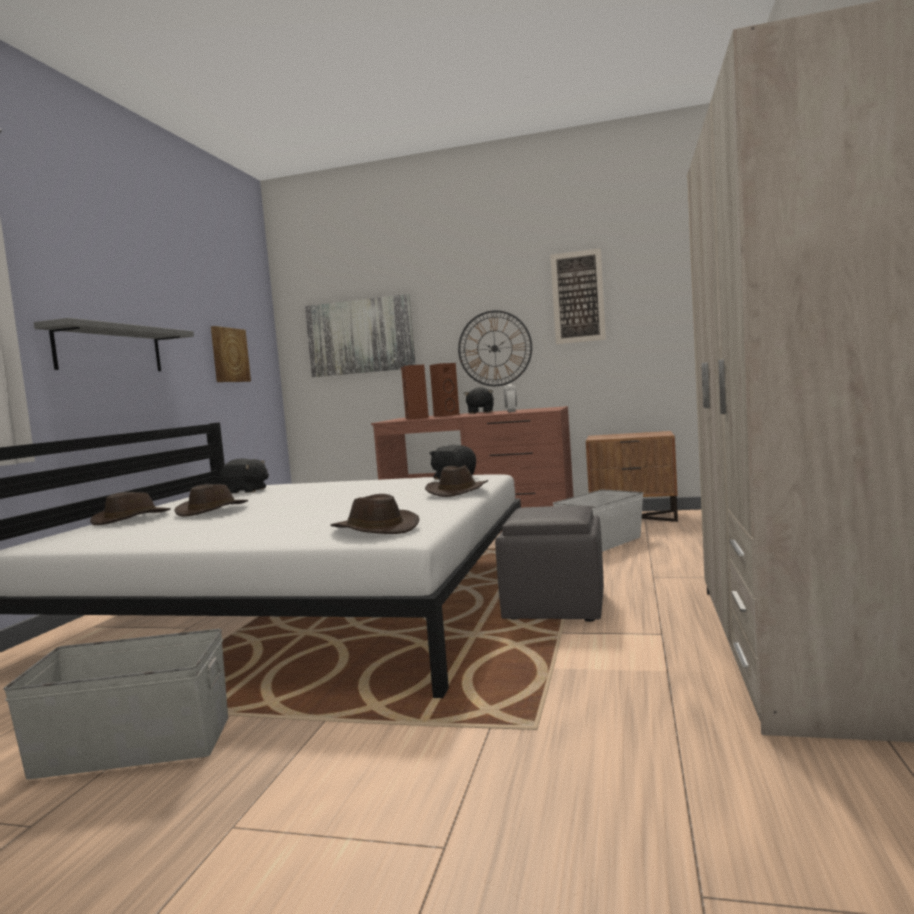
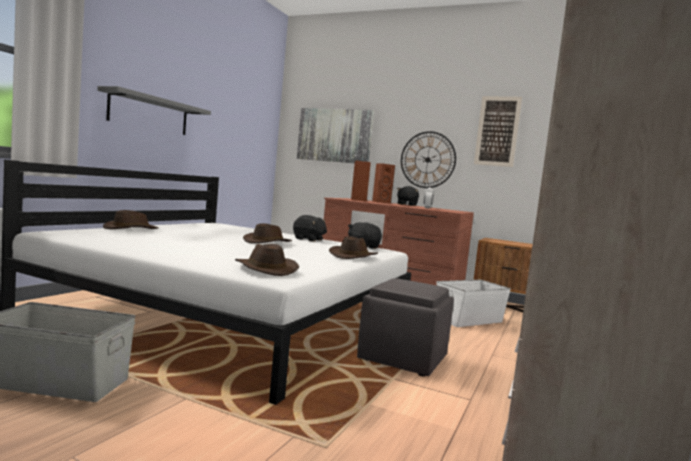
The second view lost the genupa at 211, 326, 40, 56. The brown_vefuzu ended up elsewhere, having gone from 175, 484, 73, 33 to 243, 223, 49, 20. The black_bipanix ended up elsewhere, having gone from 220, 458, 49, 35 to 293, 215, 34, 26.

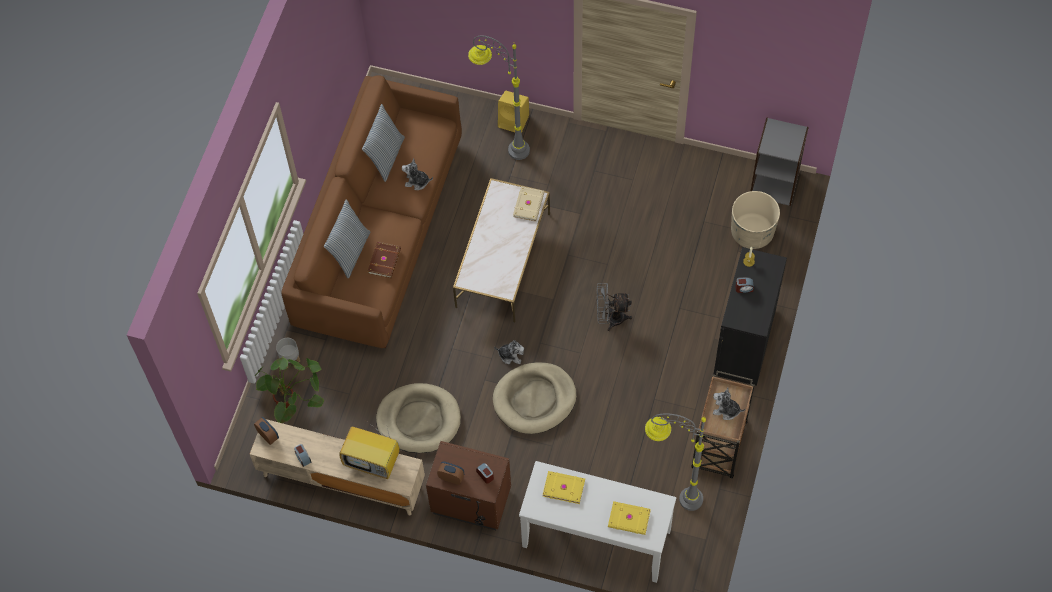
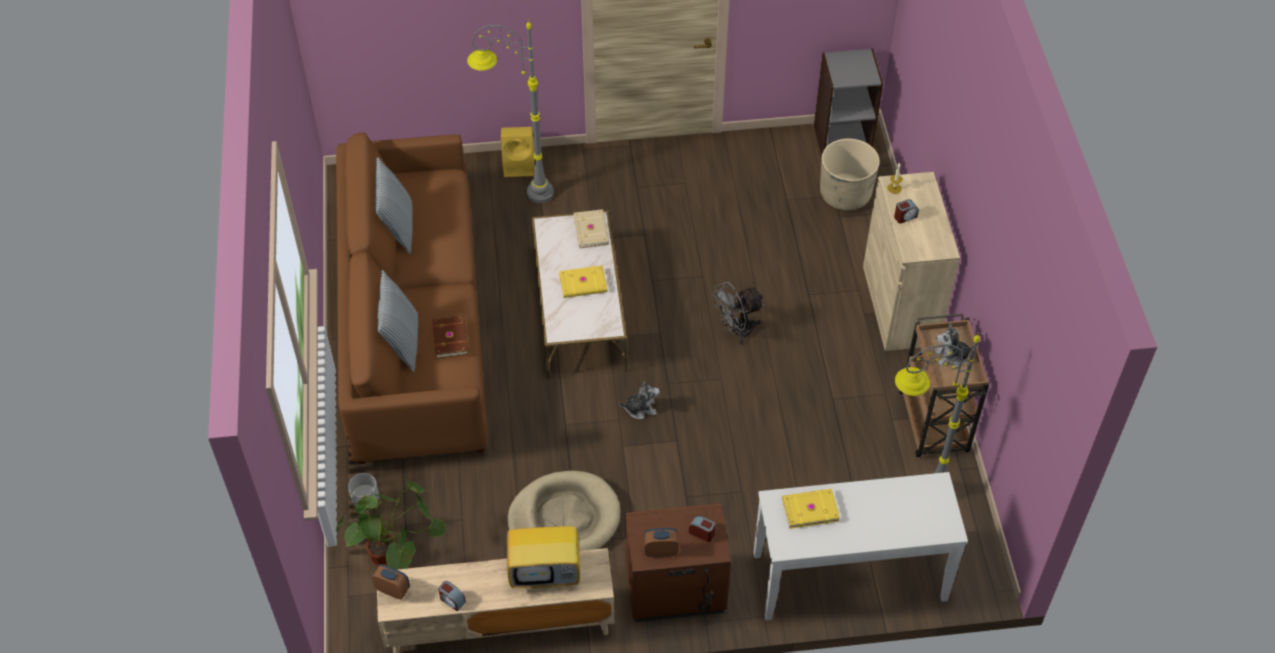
The second view lost the bipanix at 402, 158, 31, 32. The second view lost the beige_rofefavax at 493, 362, 84, 72. The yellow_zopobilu ended up elsewhere, having gone from 608, 501, 43, 34 to 559, 265, 48, 33. What was the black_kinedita at 714, 247, 73, 139 turned into the beige_kinedita at 863, 172, 97, 179.

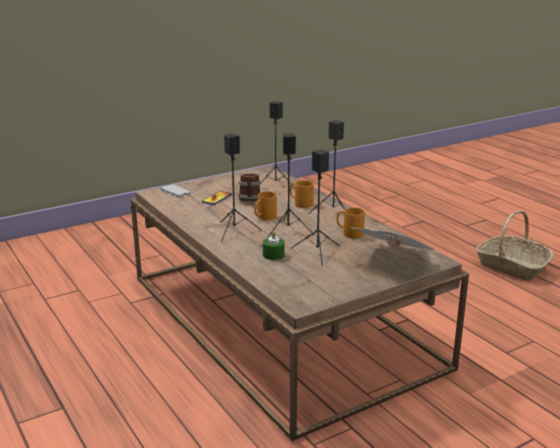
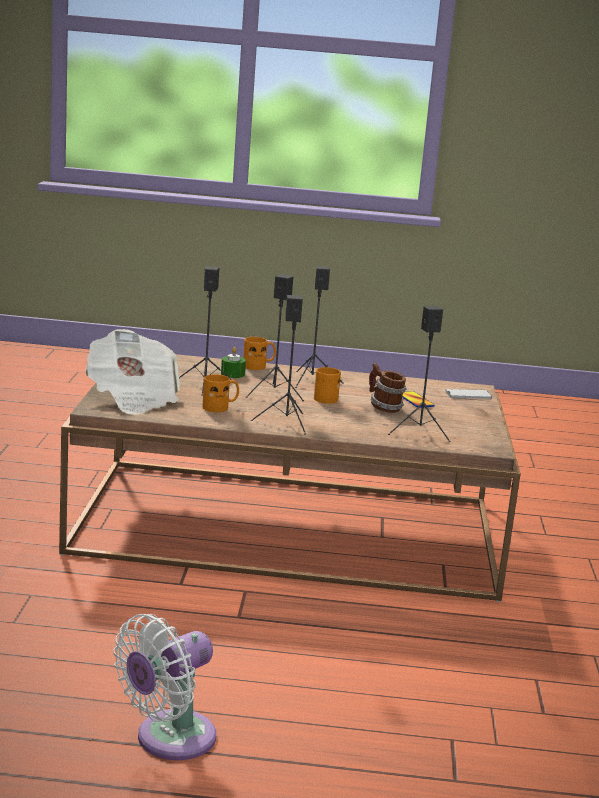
The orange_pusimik ended up elsewhere, having gone from 290, 180, 24, 28 to 243, 337, 33, 33. Where the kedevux stood at 476, 210, 77, 71, the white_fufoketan came to stand at 113, 614, 103, 146.

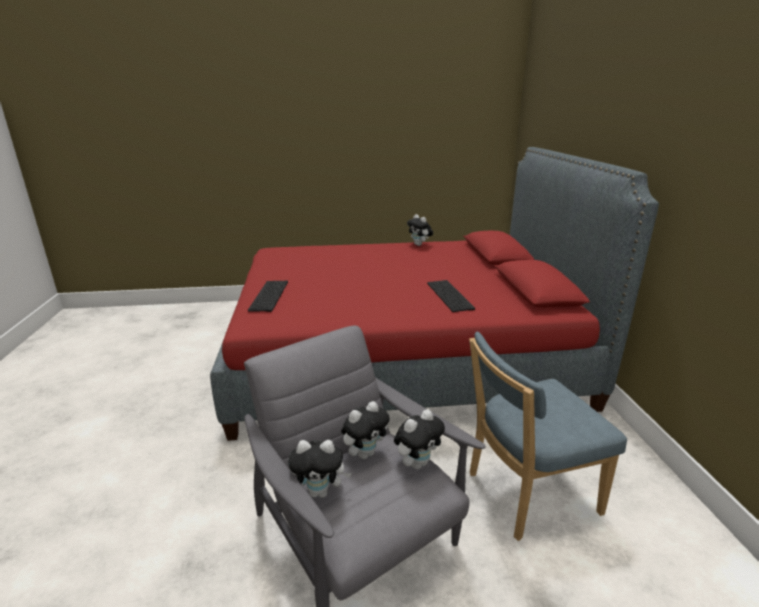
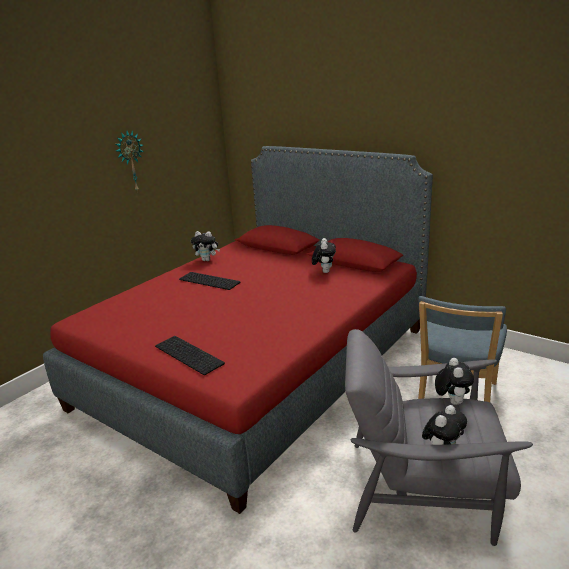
The second view gained the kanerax at 116, 130, 27, 63. The bipanix ended up elsewhere, having gone from 341, 401, 49, 58 to 312, 238, 24, 35. The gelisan ended up elsewhere, having gone from 427, 280, 48, 32 to 179, 272, 61, 18.

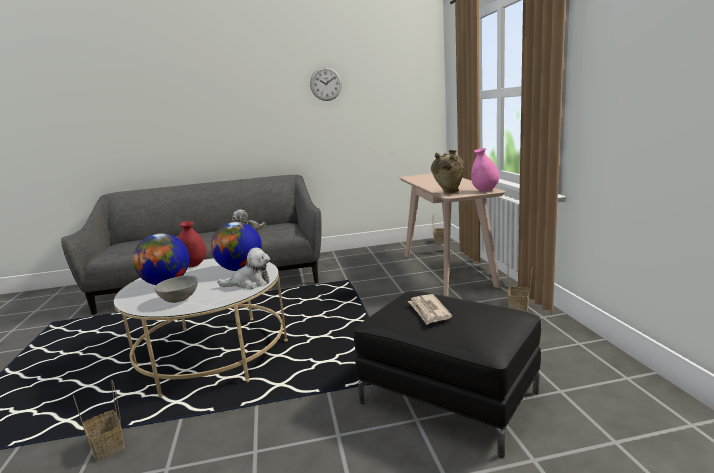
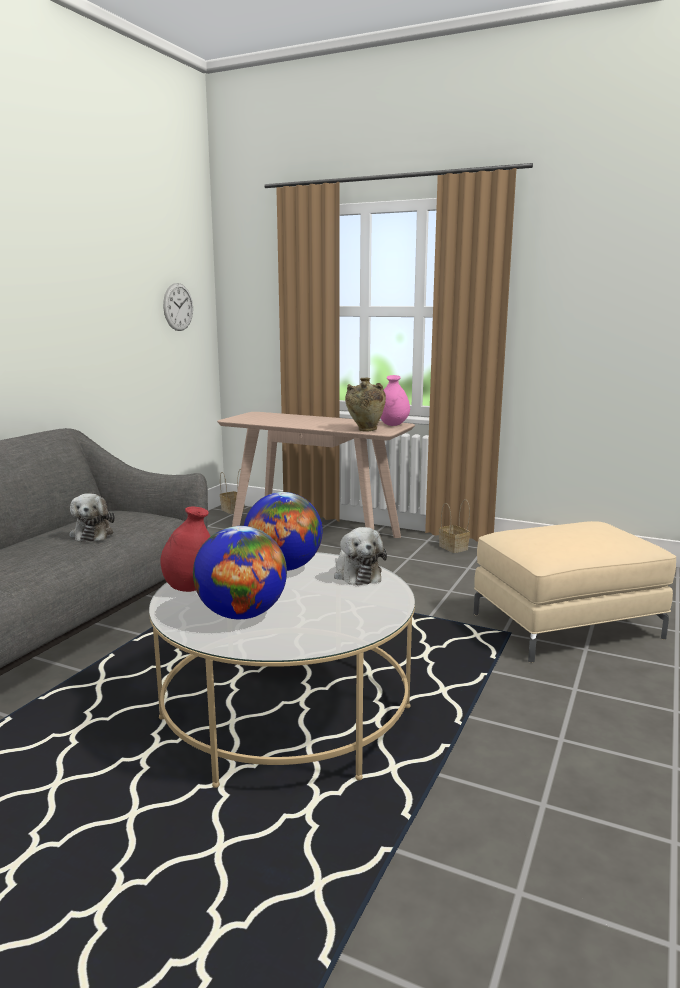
The second view lost the kedevux at 73, 381, 52, 80. The second view lost the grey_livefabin at 155, 275, 43, 28. The second view lost the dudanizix at 408, 294, 44, 31. The kanerax ended up elsewhere, having gone from 310, 67, 32, 34 to 163, 283, 30, 48. What was the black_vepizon at 354, 291, 187, 167 turned into the beige_vepizon at 473, 521, 203, 142. The bipanix at 217, 248, 53, 41 ended up facing another way, 135 degrees clockwise from before.

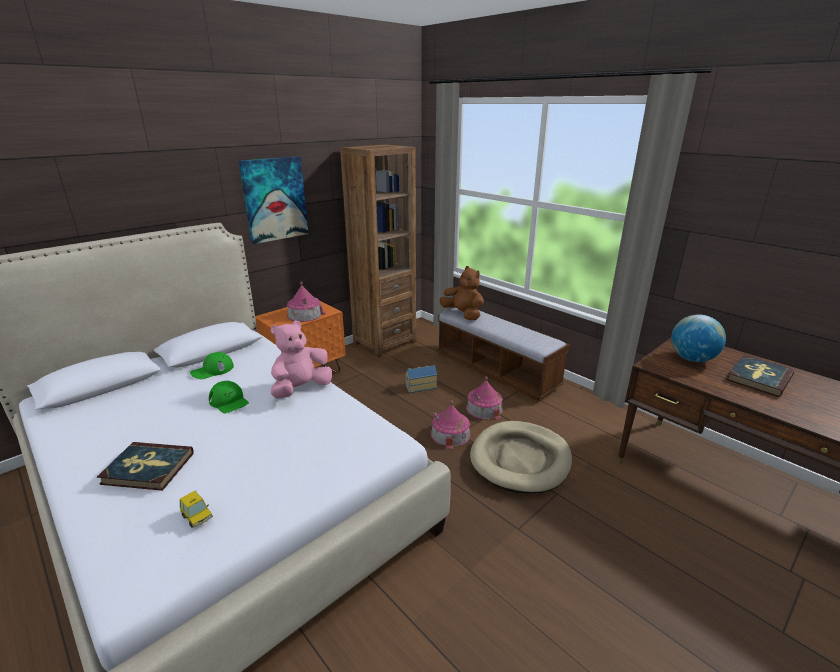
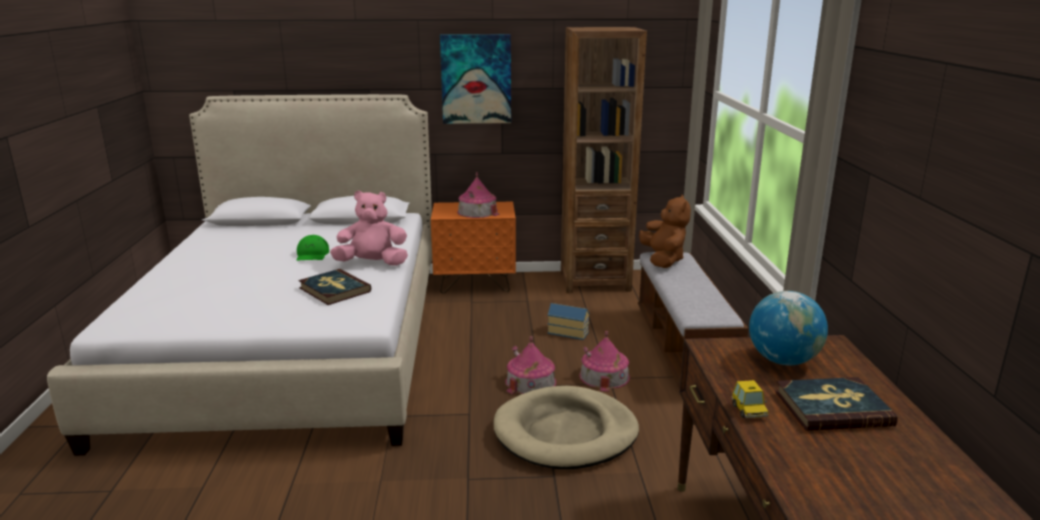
The second view lost the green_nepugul at 190, 352, 44, 27. The zopobilu ended up elsewhere, having gone from 97, 442, 97, 49 to 298, 269, 73, 36. The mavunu ended up elsewhere, having gone from 180, 491, 33, 37 to 731, 380, 38, 38.

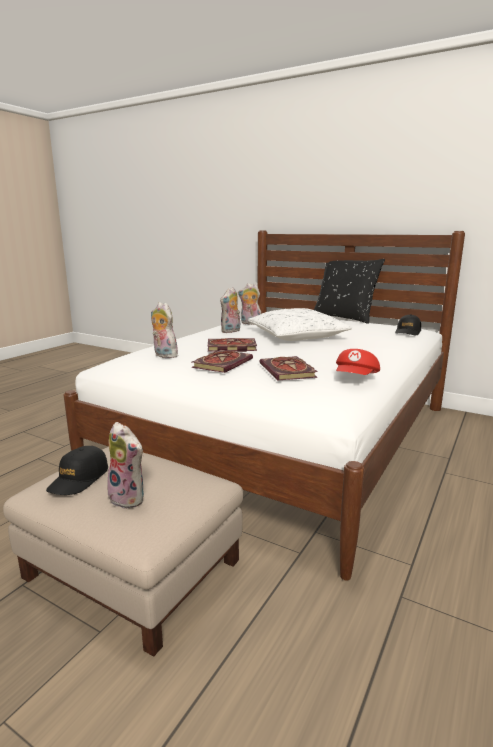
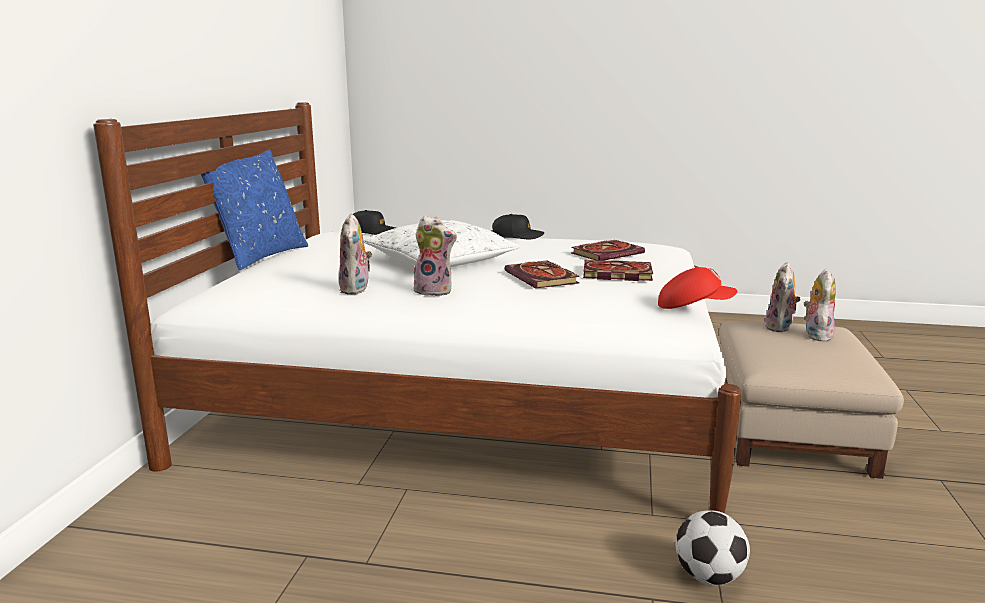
The second view gained the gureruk at 676, 510, 74, 75. The black_nepugul ended up elsewhere, having gone from 46, 446, 62, 49 to 492, 214, 52, 25. The bipanix ended up elsewhere, having gone from 151, 302, 30, 56 to 765, 262, 36, 70. The red_nepugul ended up elsewhere, having gone from 336, 349, 44, 26 to 658, 267, 80, 42. What was the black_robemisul at 314, 259, 71, 65 turned into the blue_robemisul at 201, 149, 107, 121.

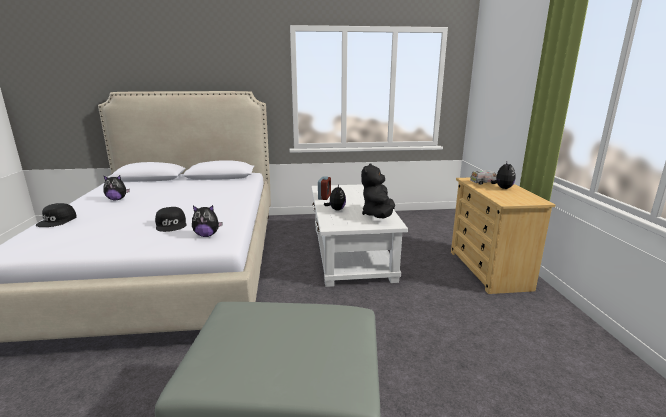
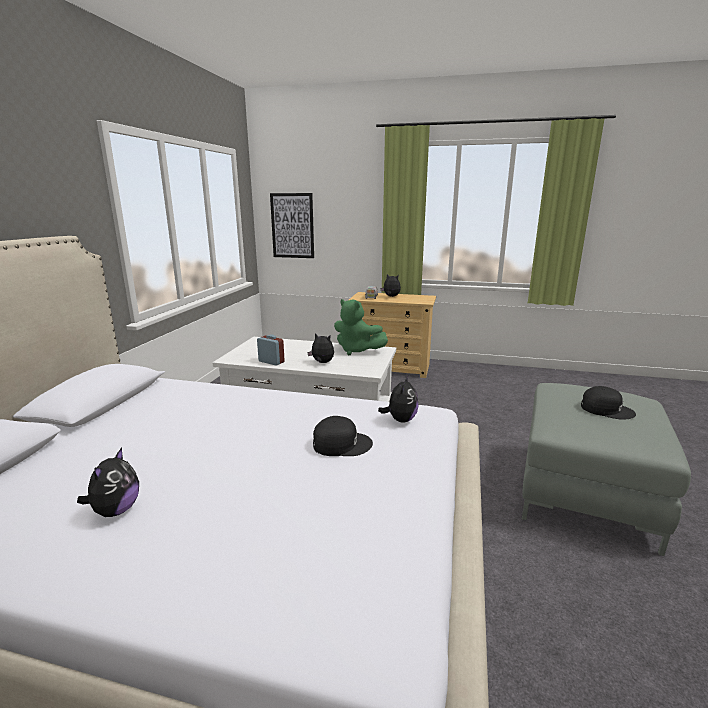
The second view gained the genupa at 270, 193, 44, 65. The black_nepugul ended up elsewhere, having gone from 36, 203, 41, 24 to 581, 386, 55, 34. What was the black_bipanix at 361, 163, 34, 55 turned into the green_bipanix at 334, 299, 54, 56.

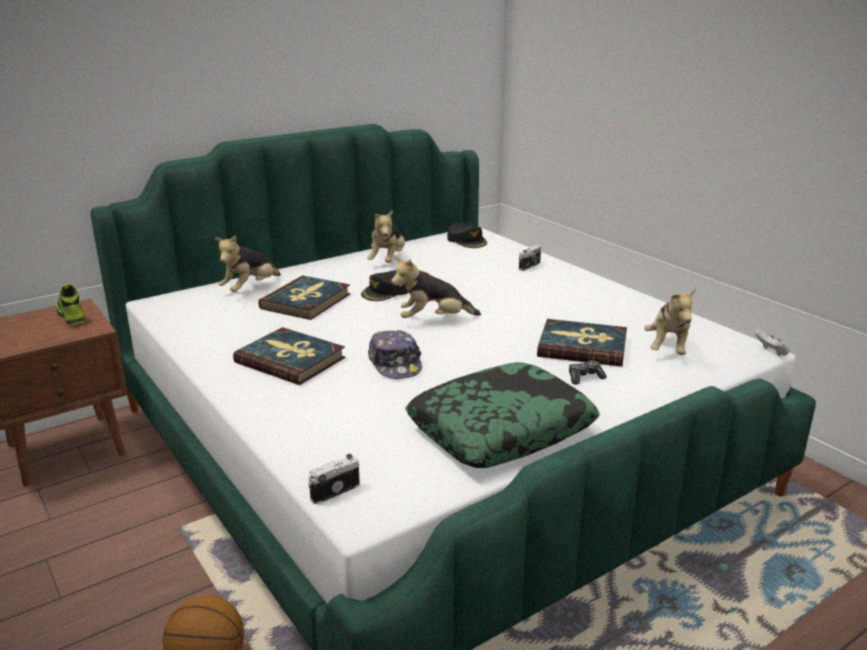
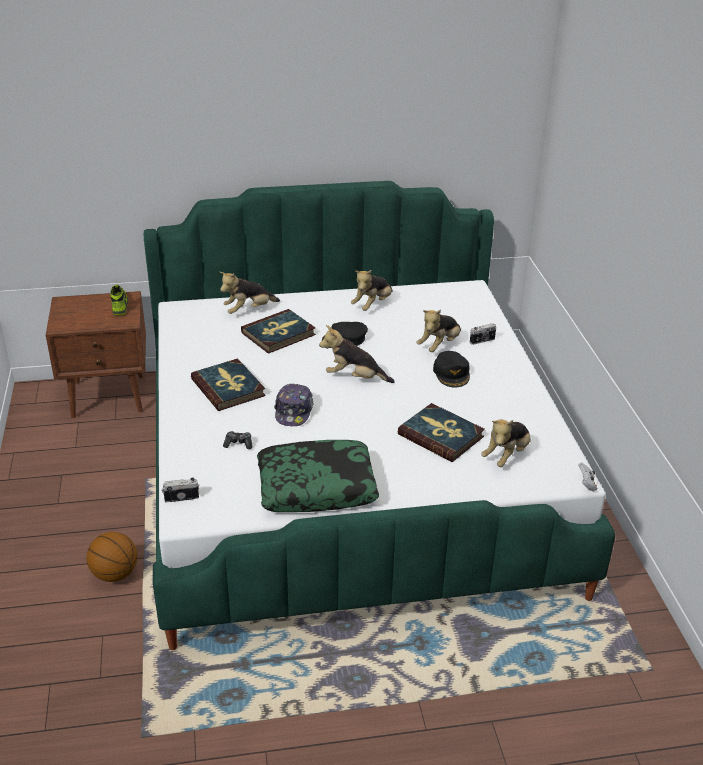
The second view gained the bipanix at 416, 309, 45, 43. The black_nepugul ended up elsewhere, having gone from 447, 223, 40, 25 to 433, 351, 37, 37. The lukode ended up elsewhere, having gone from 569, 361, 38, 24 to 223, 431, 29, 18.

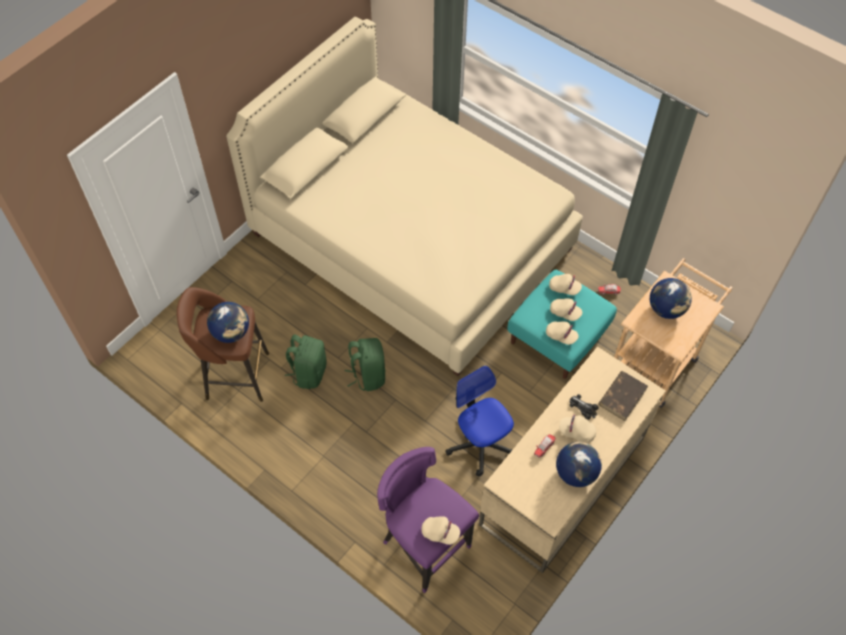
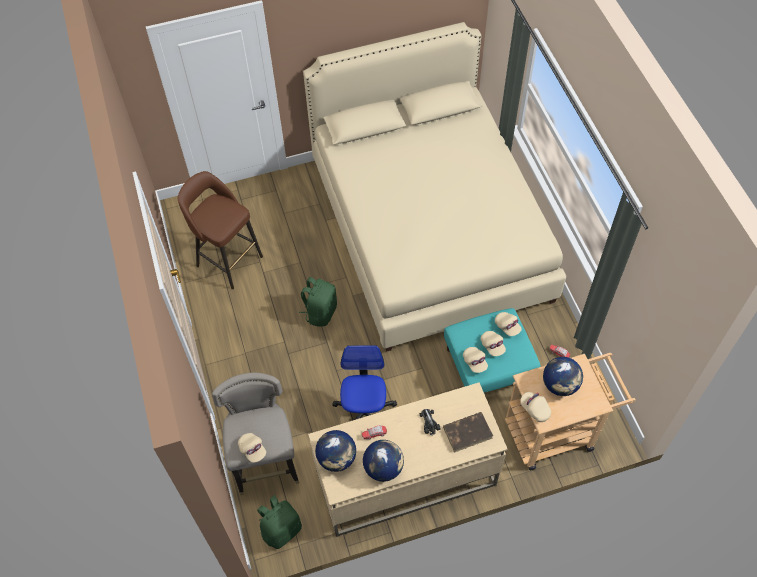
The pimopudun ended up elsewhere, having gone from 207, 302, 42, 41 to 315, 430, 41, 42. The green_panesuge ended up elsewhere, having gone from 285, 335, 42, 54 to 257, 495, 45, 54. The beige_nepugul ended up elsewhere, having gone from 559, 414, 37, 28 to 520, 392, 31, 30. What was the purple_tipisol at 377, 447, 102, 146 turned into the grey_tipisol at 212, 373, 87, 122.

